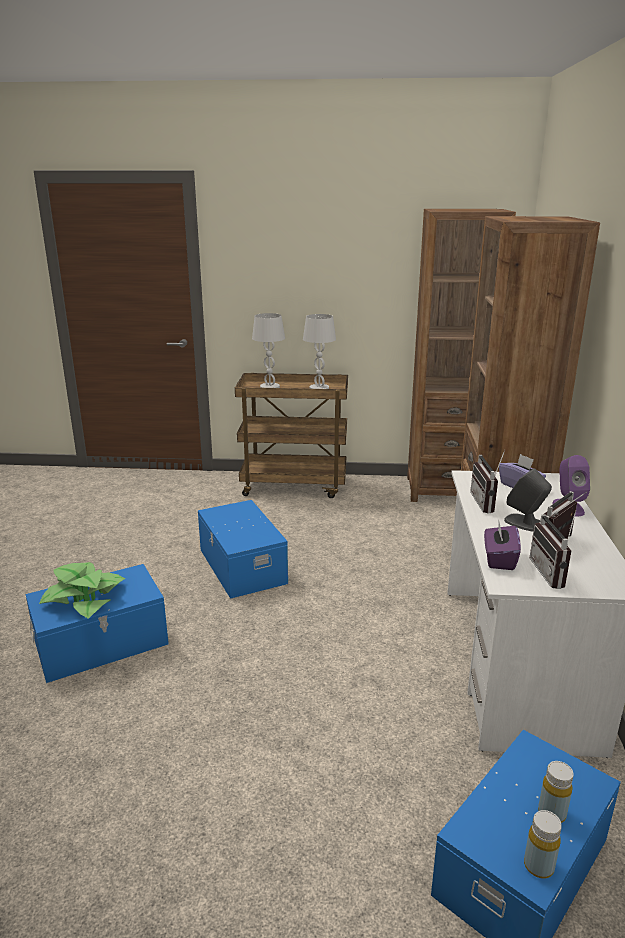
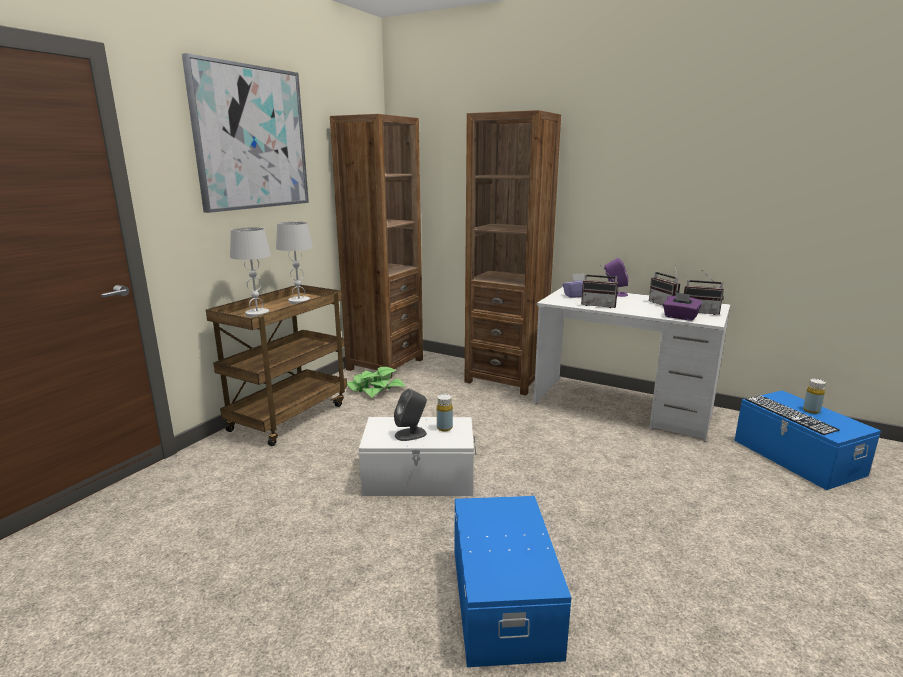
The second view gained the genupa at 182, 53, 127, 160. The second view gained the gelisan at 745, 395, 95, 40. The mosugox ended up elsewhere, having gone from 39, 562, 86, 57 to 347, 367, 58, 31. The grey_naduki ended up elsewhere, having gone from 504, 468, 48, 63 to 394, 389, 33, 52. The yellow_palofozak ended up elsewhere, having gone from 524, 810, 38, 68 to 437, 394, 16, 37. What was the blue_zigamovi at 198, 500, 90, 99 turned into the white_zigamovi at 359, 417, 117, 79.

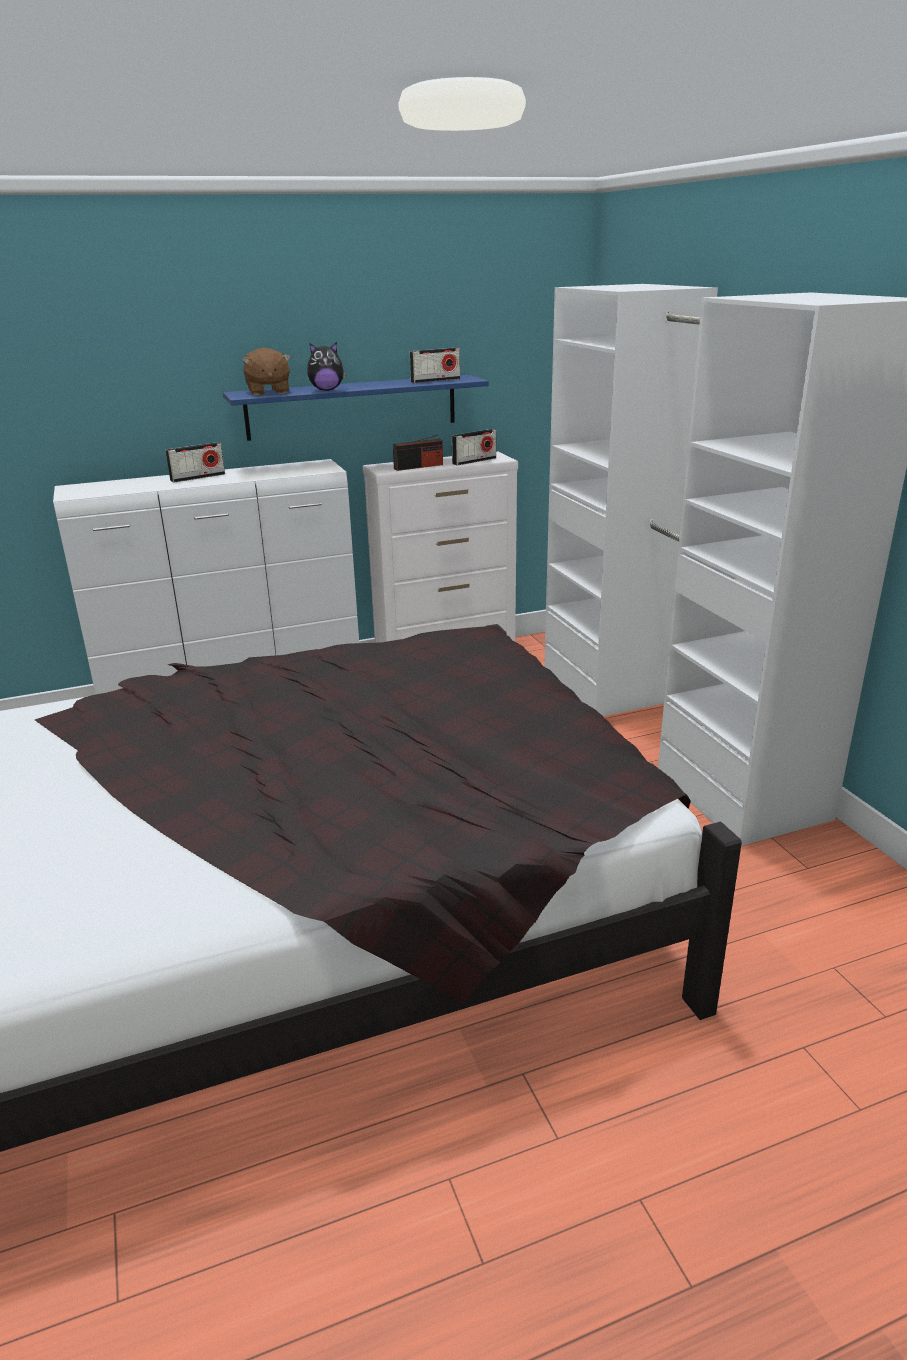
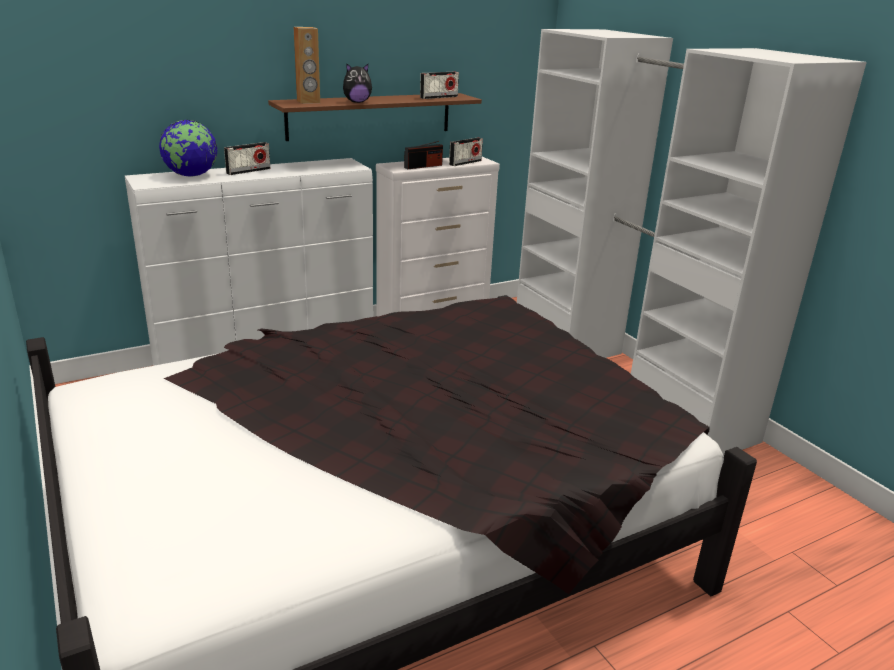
The second view gained the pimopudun at 159, 120, 58, 57. Where the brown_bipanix stood at 242, 348, 49, 47, the brown_naduki came to stand at 294, 27, 26, 77. What was the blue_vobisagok at 223, 375, 266, 66 turned into the brown_vobisagok at 268, 93, 214, 48.

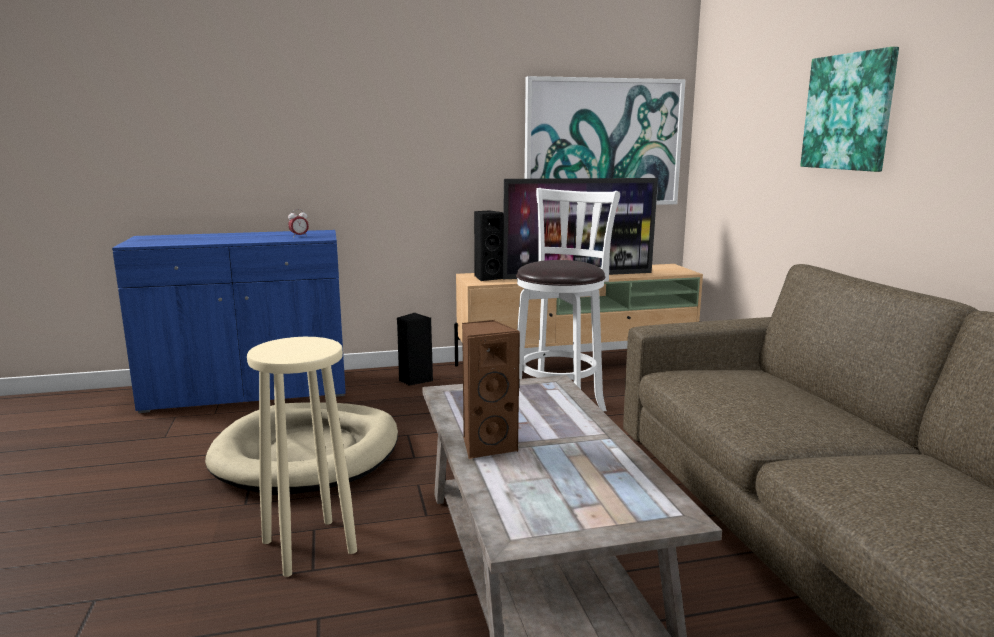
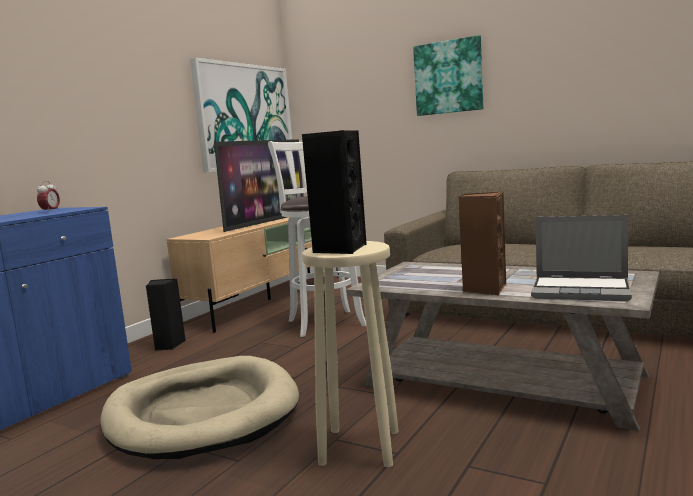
The second view gained the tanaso at 531, 215, 101, 86. The black_naduki ended up elsewhere, having gone from 474, 210, 29, 71 to 302, 130, 65, 124.

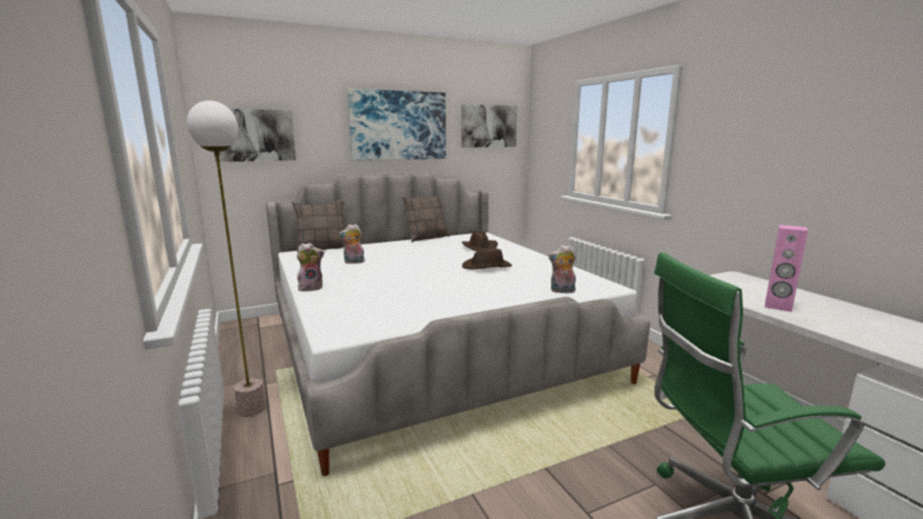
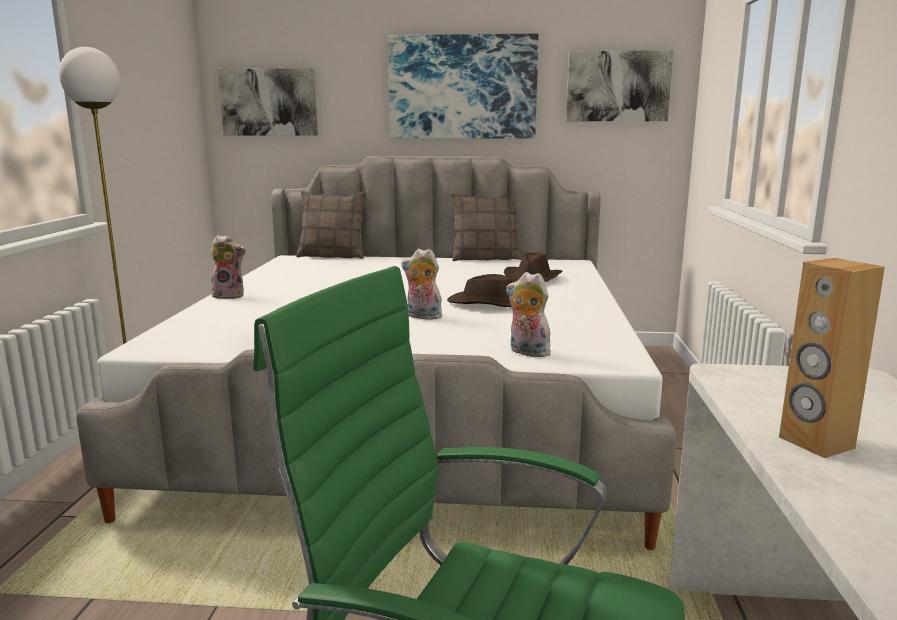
The bipanix ended up elsewhere, having gone from 339, 224, 26, 40 to 401, 249, 43, 71. What was the pink_naduki at 765, 225, 43, 87 turned into the brown_naduki at 779, 258, 106, 200.

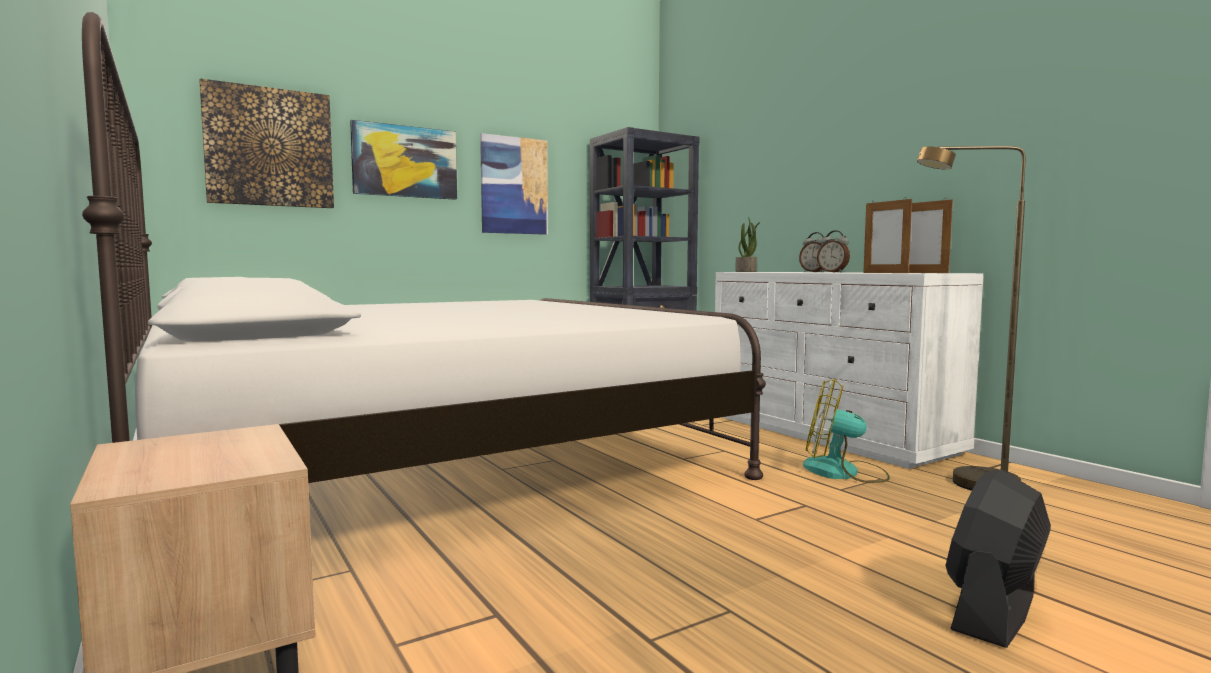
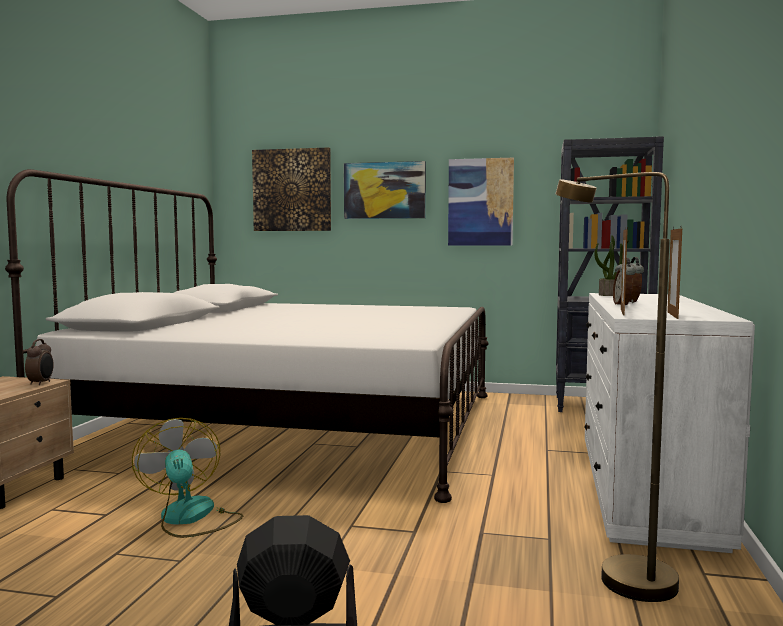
The second view gained the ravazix at 25, 339, 29, 46. The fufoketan ended up elsewhere, having gone from 803, 378, 87, 105 to 132, 418, 111, 120.

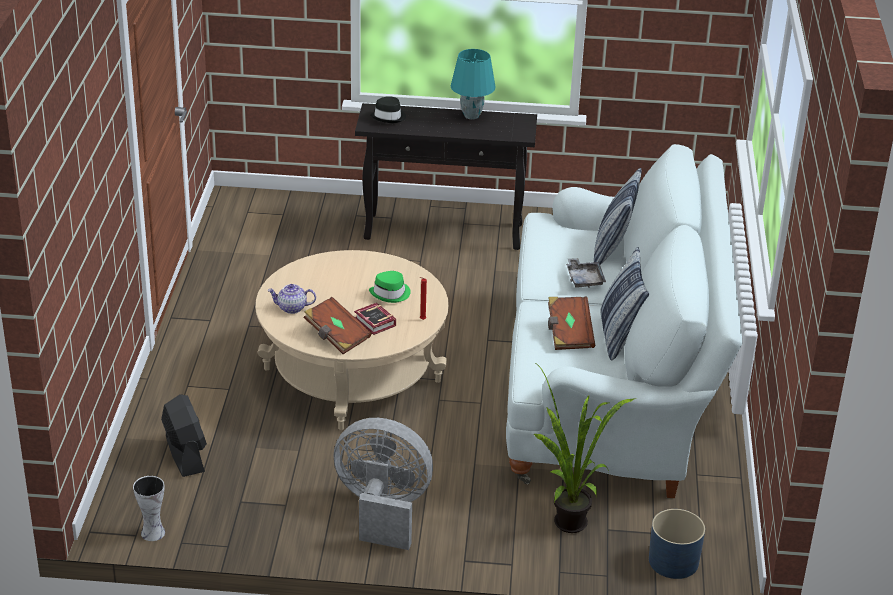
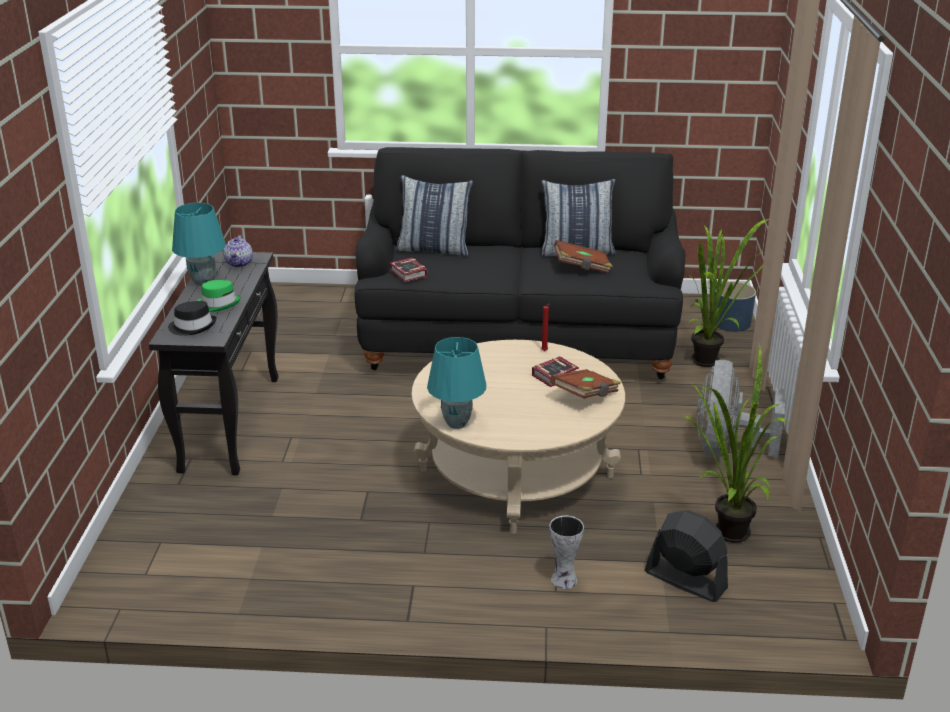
The second view lost the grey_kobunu at 566, 258, 40, 30. The second view gained the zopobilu at 390, 257, 37, 25. The second view gained the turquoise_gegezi at 427, 337, 59, 92. The second view gained the mosugox at 683, 345, 106, 198. The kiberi ended up elsewhere, having gone from 133, 476, 32, 65 to 550, 516, 34, 73. The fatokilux ended up elsewhere, having gone from 267, 284, 49, 30 to 223, 235, 30, 32. The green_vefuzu ended up elsewhere, having gone from 369, 271, 42, 32 to 197, 280, 44, 32. What was the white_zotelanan at 506, 144, 236, 354 turned into the black_zotelanan at 355, 147, 331, 232. The black_fufoketan at 161, 394, 46, 83 ended up facing another way, 60 degrees clockwise from before.

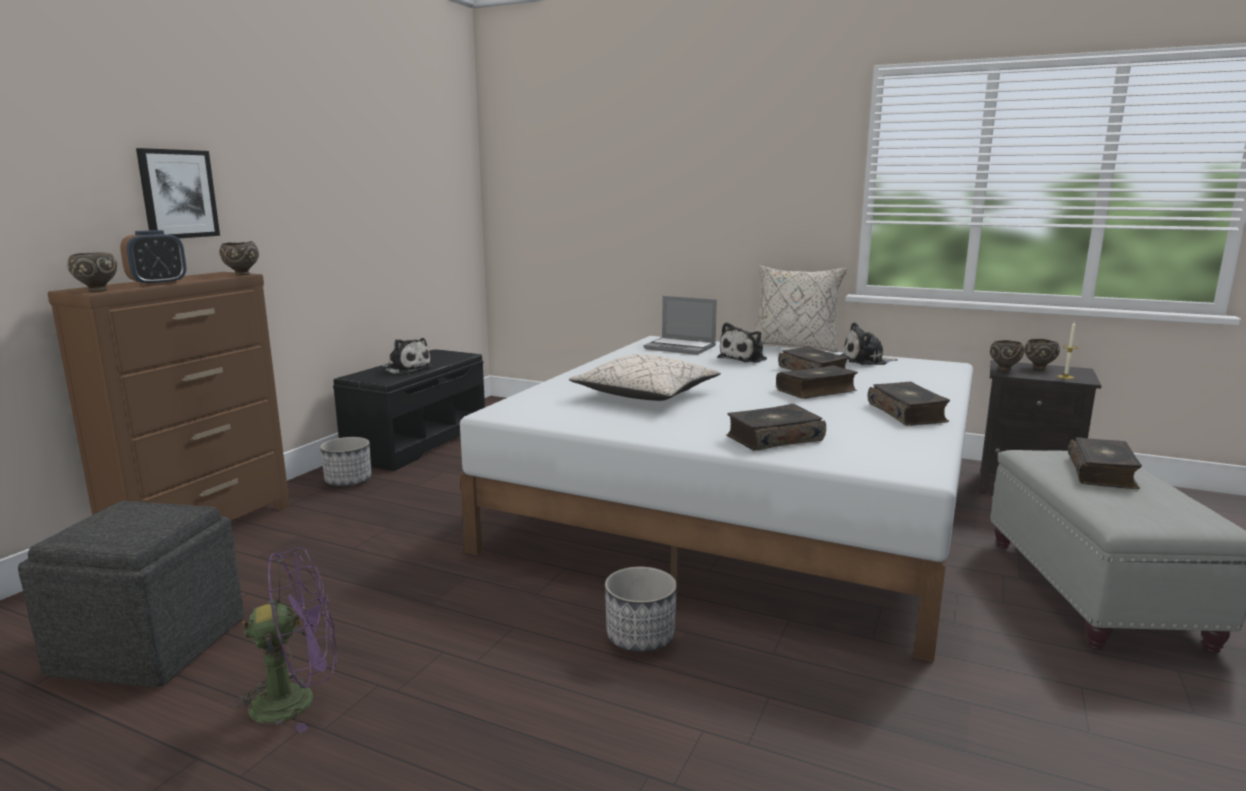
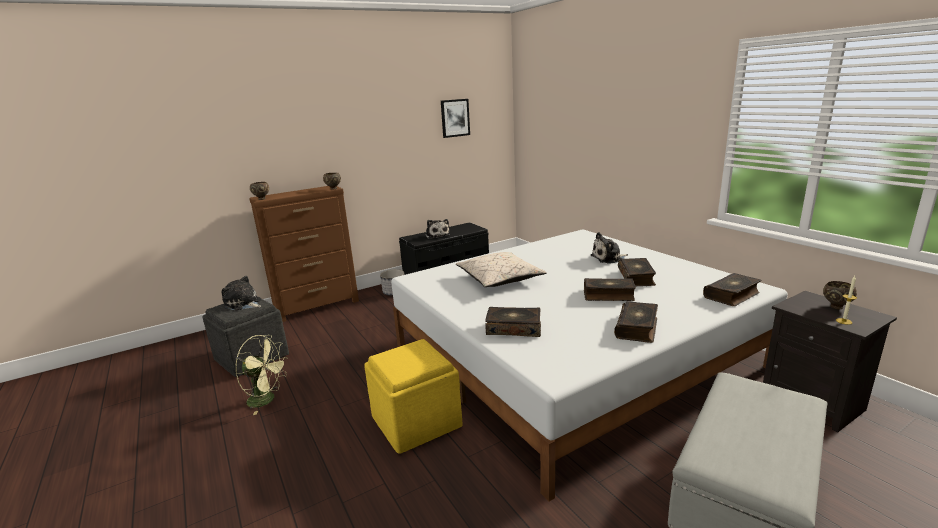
The second view lost the ravazix at 120, 230, 67, 56. The second view lost the tanaso at 644, 296, 73, 59. The second view lost the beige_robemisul at 754, 265, 93, 87. The second view lost the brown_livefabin at 990, 340, 34, 31. The genupa ended up elsewhere, having gone from 136, 148, 84, 90 to 441, 99, 29, 39. The bipanix ended up elsewhere, having gone from 841, 322, 57, 43 to 222, 276, 39, 34. The zopobilu ended up elsewhere, having gone from 1068, 437, 74, 52 to 703, 273, 58, 33. Where the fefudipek stood at 605, 567, 72, 85, the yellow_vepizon came to stand at 364, 339, 99, 115. What was the purple_fufoketan at 231, 548, 106, 185 turned into the green_fufoketan at 236, 335, 52, 80.

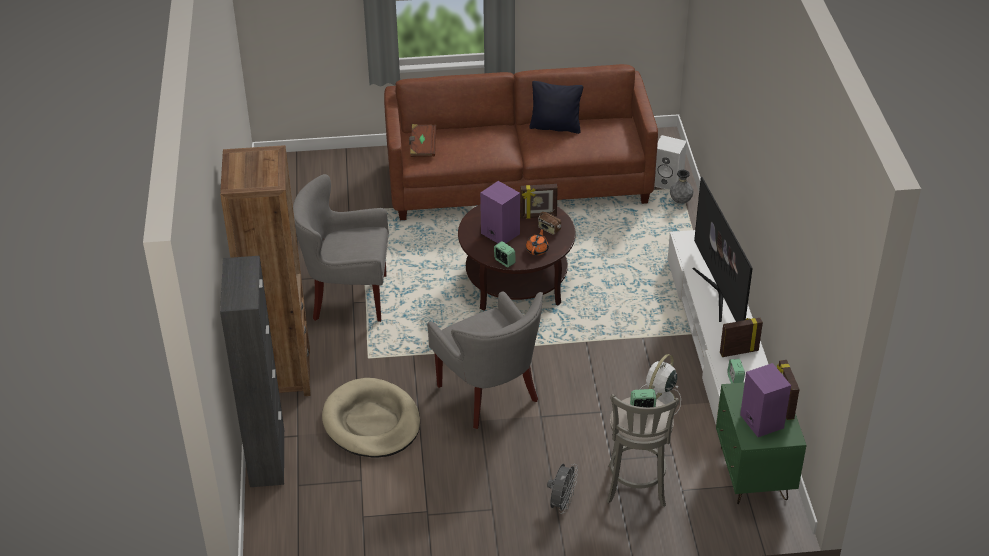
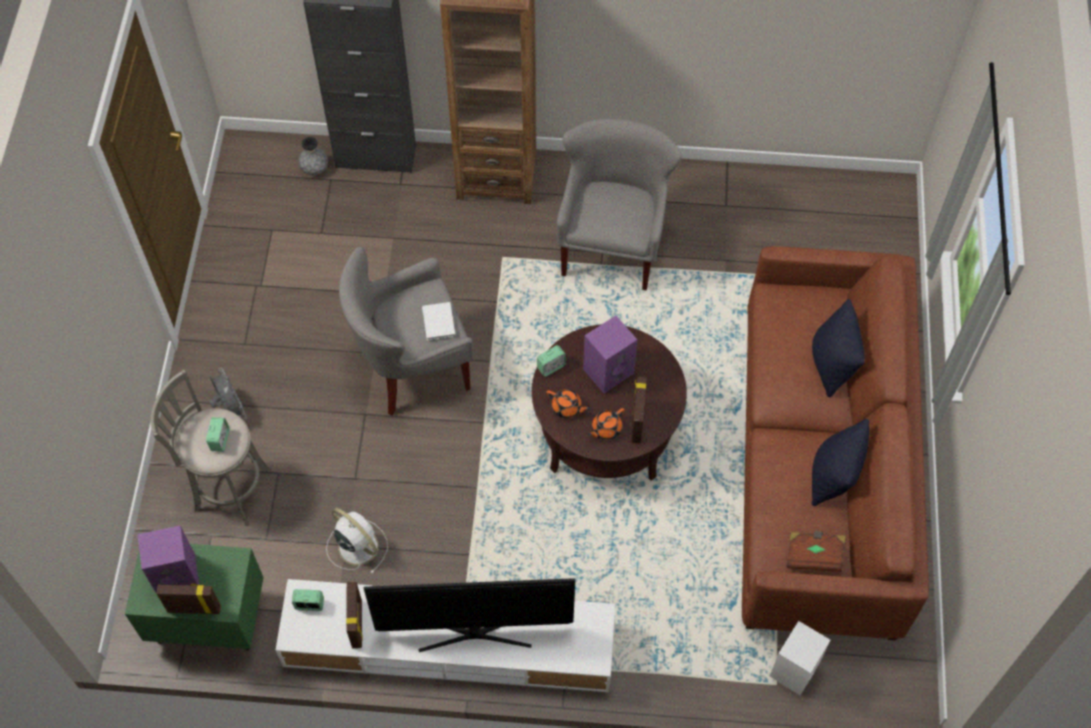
The second view lost the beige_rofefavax at 322, 378, 98, 79. The second view gained the white_zopobilu at 422, 302, 34, 38. The second view gained the black_robemisul at 812, 299, 53, 98. The brown_zopobilu ended up elsewhere, having gone from 409, 124, 28, 33 to 787, 531, 59, 41. The grey_kiberi ended up elsewhere, having gone from 670, 170, 24, 34 to 298, 137, 30, 38. Where the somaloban stood at 538, 209, 23, 26, the orange_fatokilux came to stand at 588, 408, 37, 32. The grey_fufoketan at 547, 464, 31, 50 ended up facing another way, 150 degrees counterclockwise from before.

